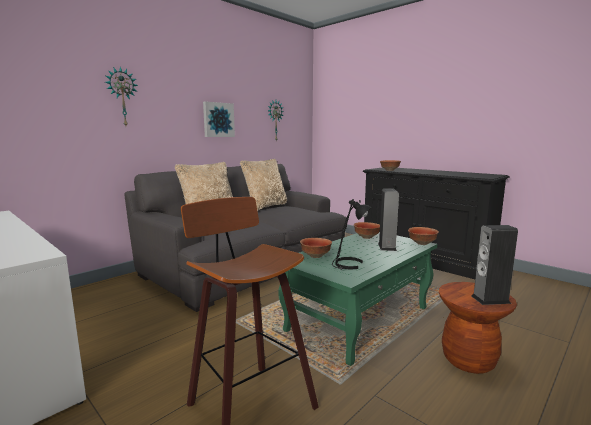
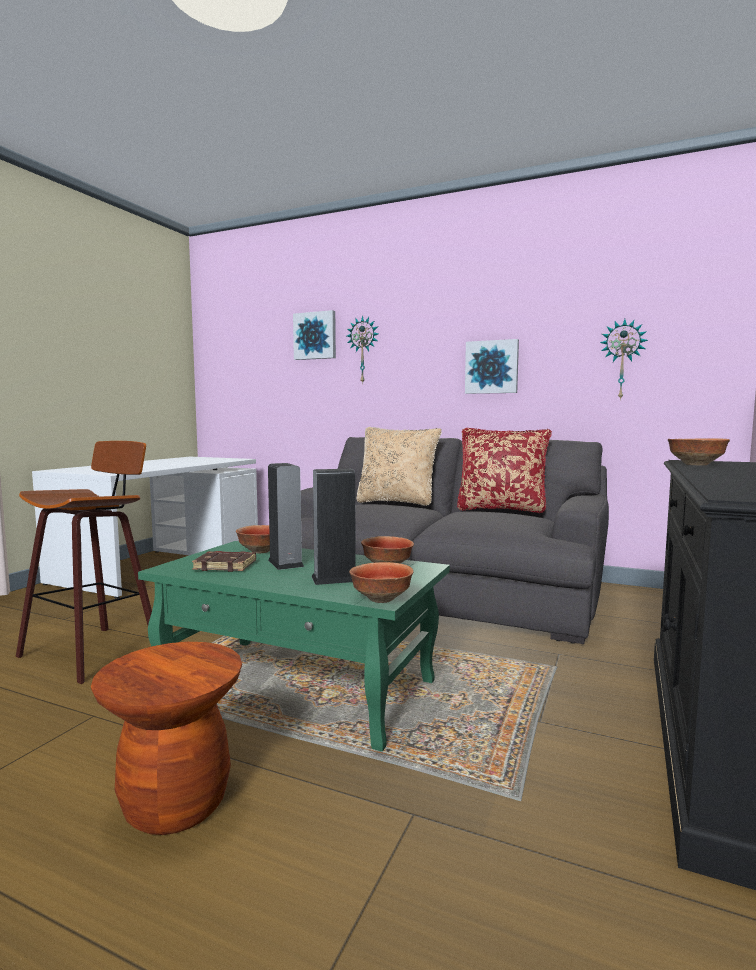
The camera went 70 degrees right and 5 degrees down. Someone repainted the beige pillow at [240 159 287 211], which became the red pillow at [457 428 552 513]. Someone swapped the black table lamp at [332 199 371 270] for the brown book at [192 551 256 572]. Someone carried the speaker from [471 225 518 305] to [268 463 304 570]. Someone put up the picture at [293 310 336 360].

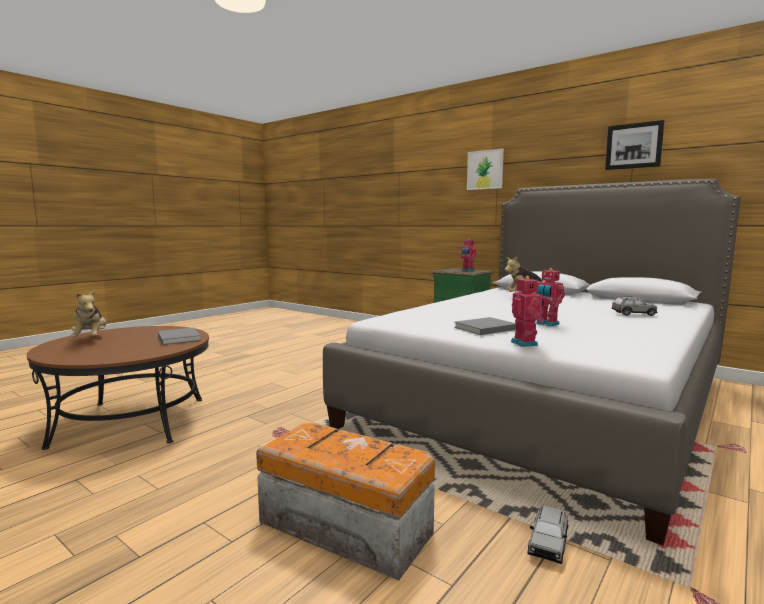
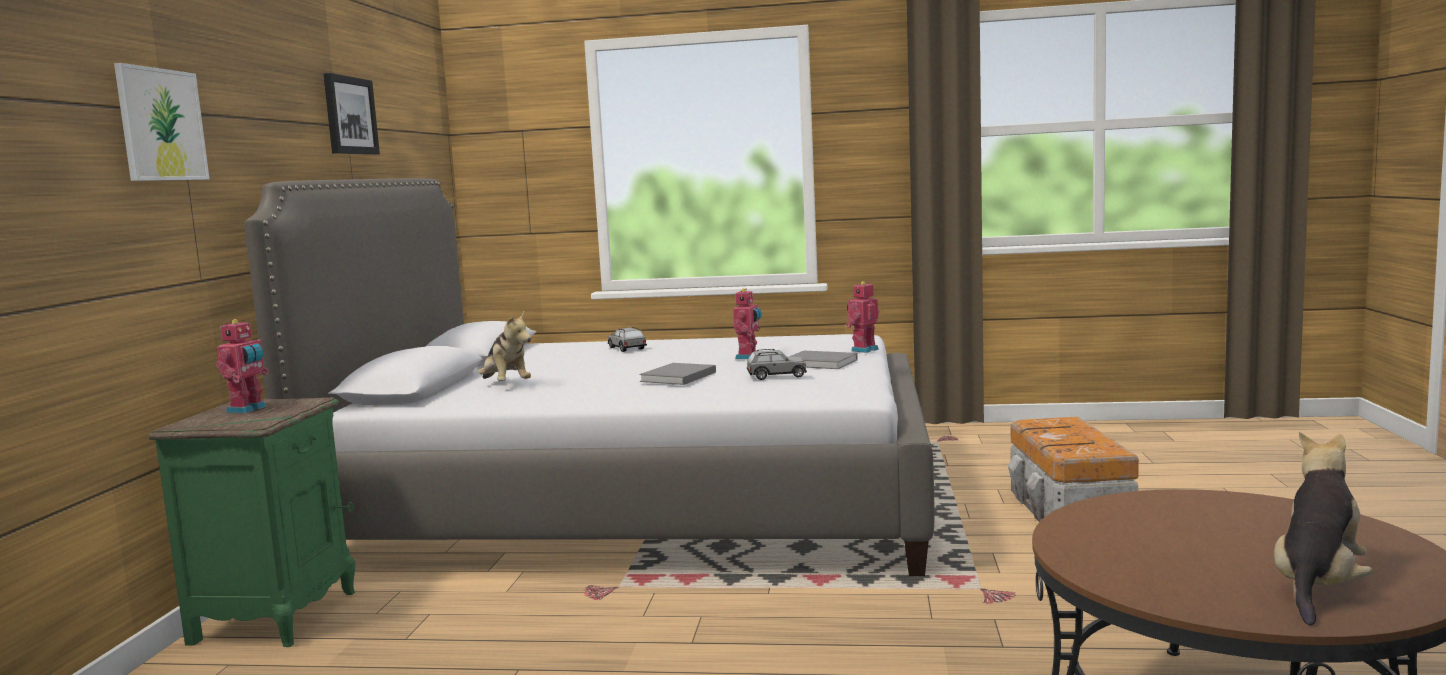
The camera went 120 degrees left and 0 degrees up. Someone carried the grey book from [158 328 201 345] to [639 363 716 385]. Someone carried the grey toy car from [527 506 568 564] to [747 349 807 380].

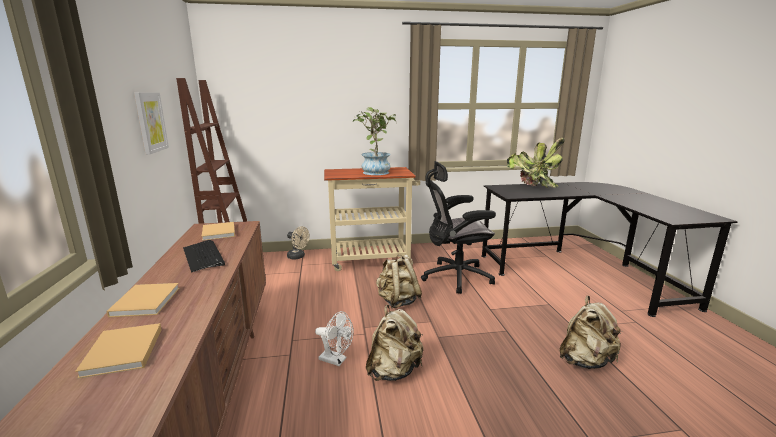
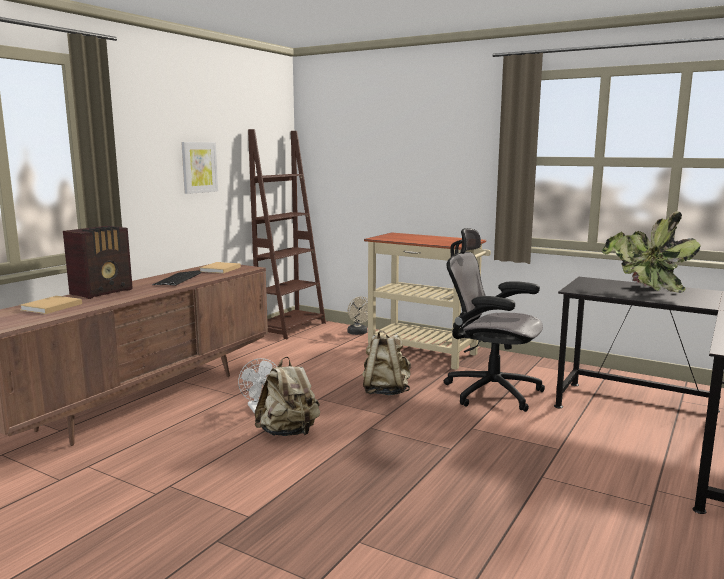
The camera went 40 degrees right and 5 degrees down. Someone took away the potted plant at [353 107 396 175]. Someone swapped the beige book at [106 283 180 317] for the radio at [63 226 133 299]. Someone took away the beige backpack at [559 295 623 369].

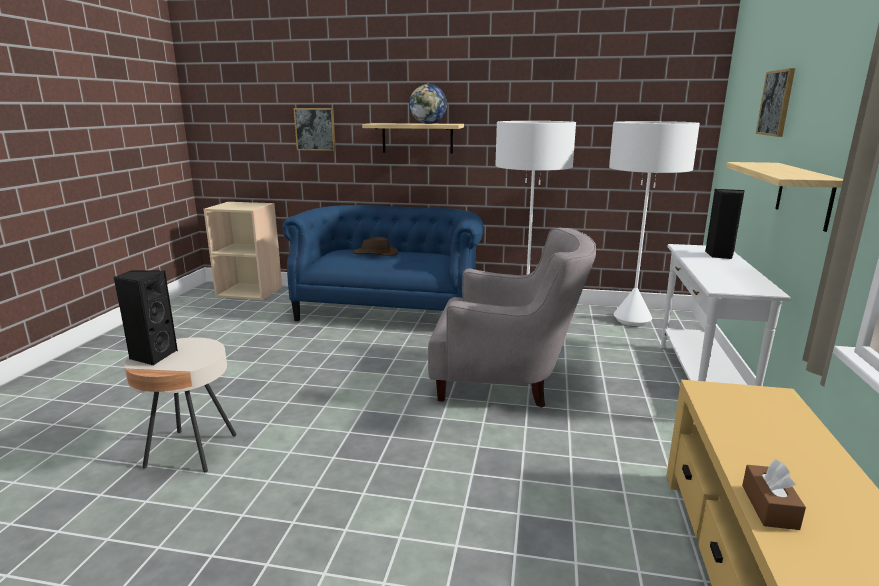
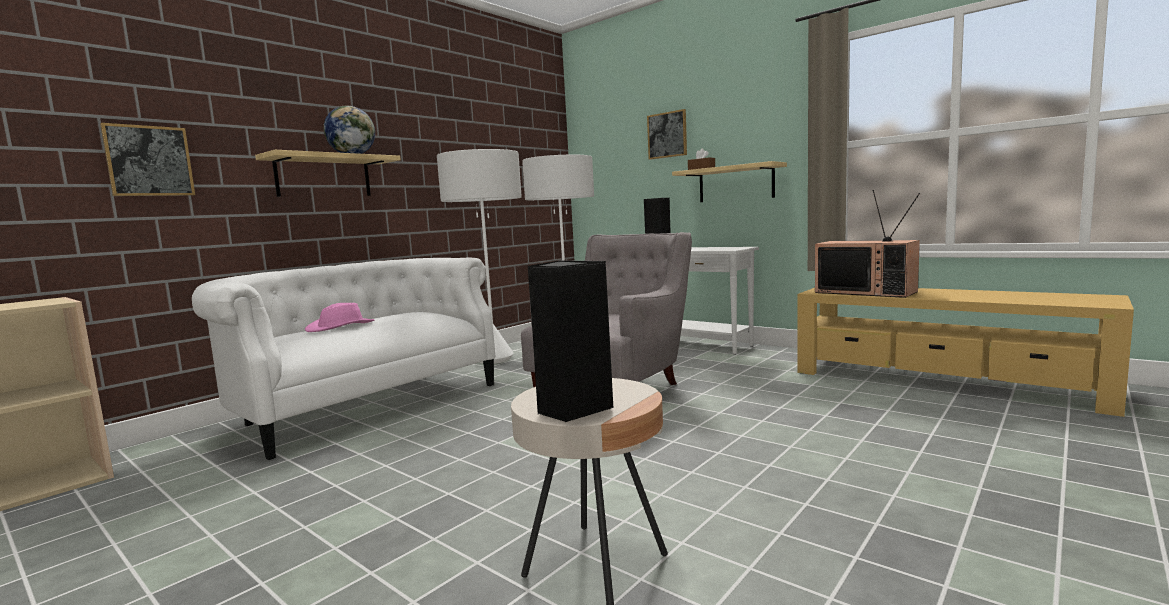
The camera went 60 degrees left and 10 degrees down. Someone repainted the blue sofa at [282 205 484 321], which became the white sofa at [192 258 495 460]. Someone repainted the brown hat at [352 237 398 256], which became the pink hat at [305 303 374 332]. Someone carried the brown tissue box from [742 459 806 530] to [688 149 715 170]. Someone put down the television at [815 190 920 298].

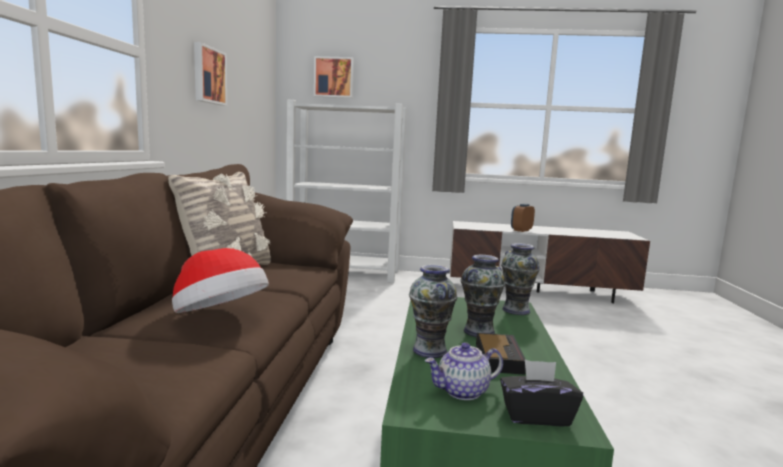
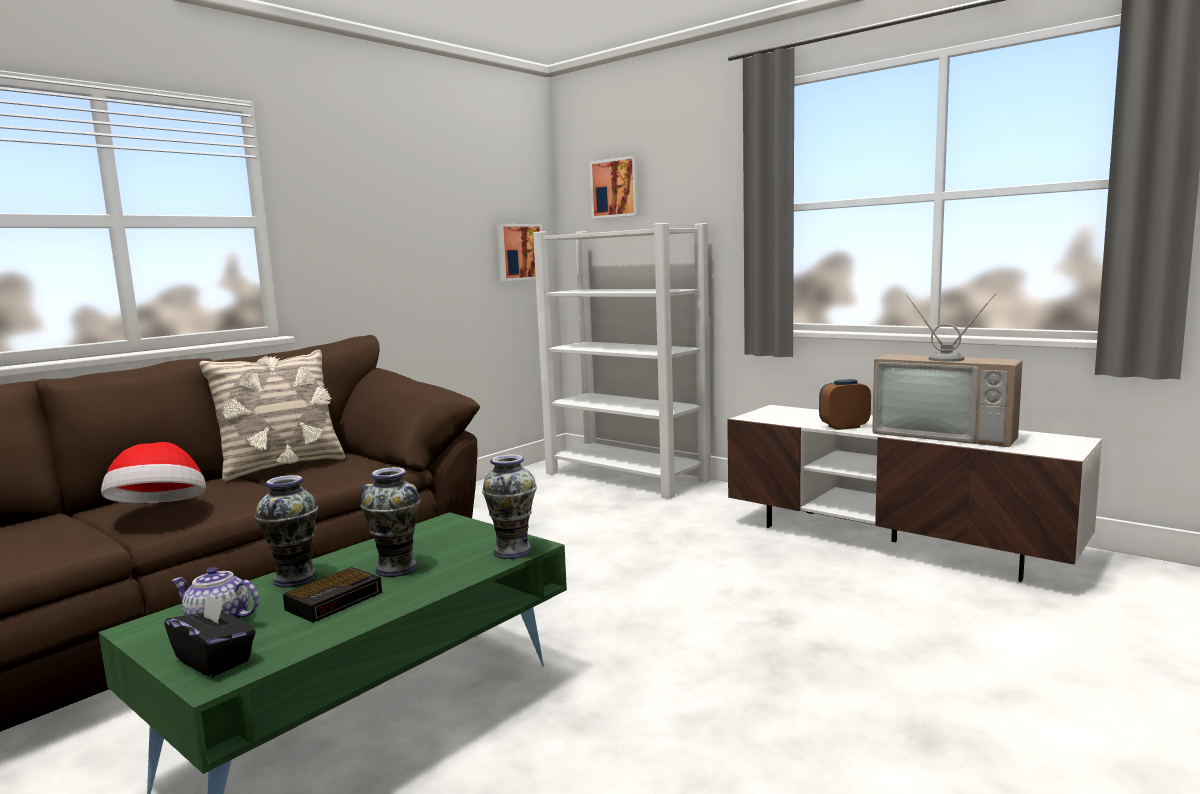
The camera went 35 degrees right and 0 degrees up. Someone carried the picture from [194 42 227 106] to [497 224 542 281]. Someone put down the television at [872 293 1023 447].

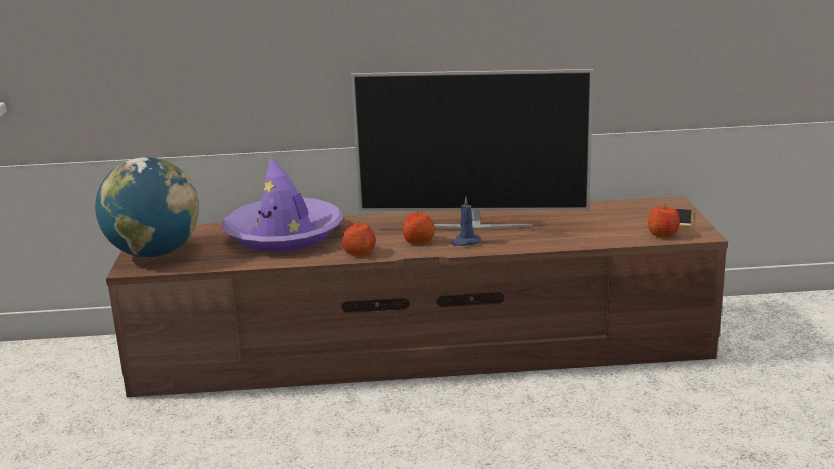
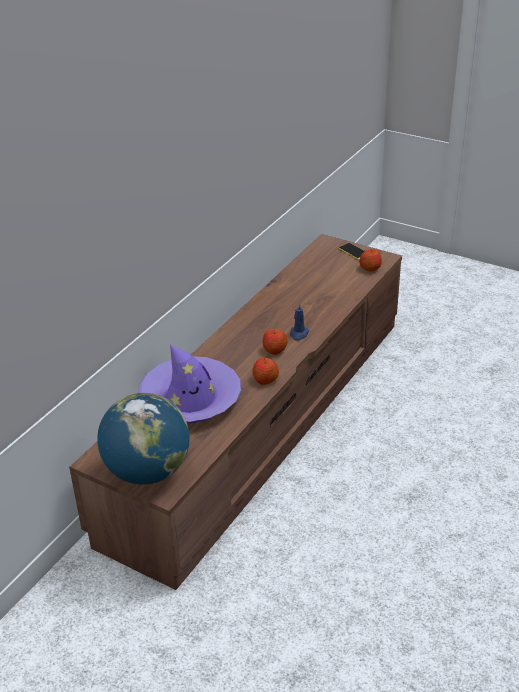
The camera went 55 degrees left and 15 degrees up. Someone took away the television at [351 69 593 230].

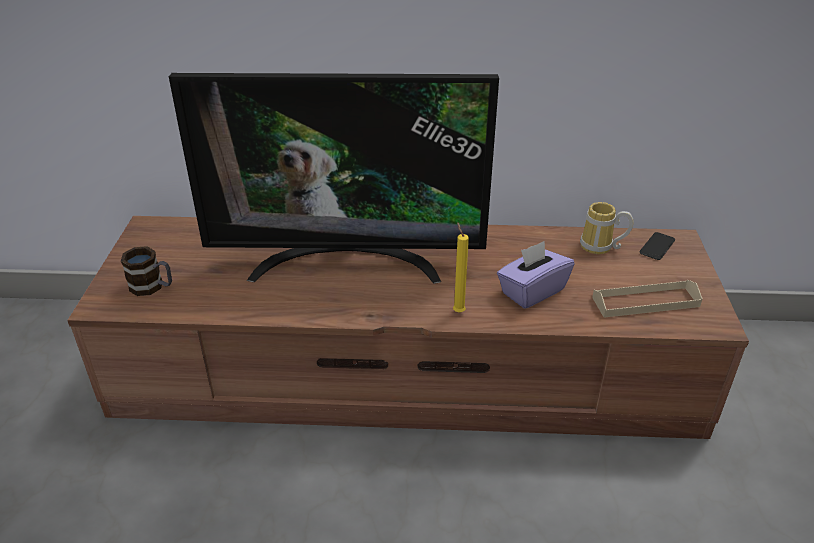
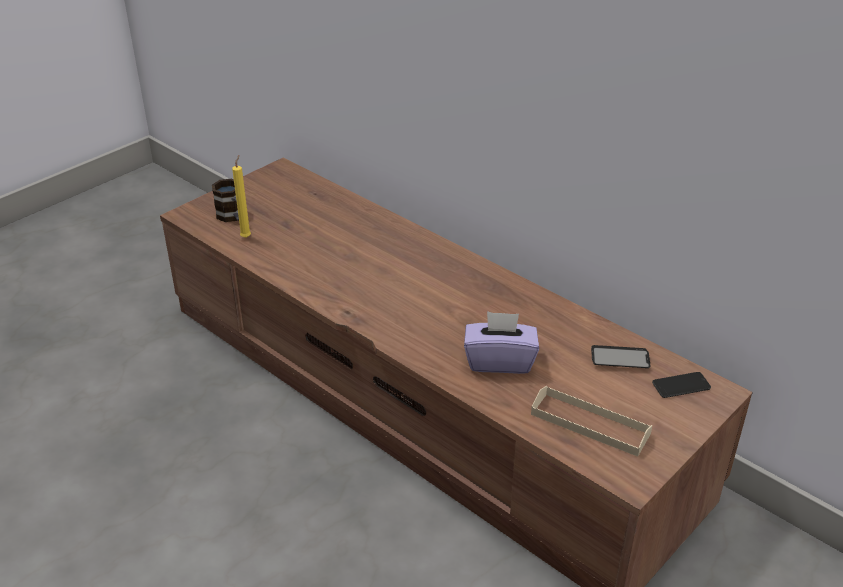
The camera went 40 degrees right and 0 degrees up. Someone took away the television at [169 73 499 284]. Someone swapped the mug at [580 202 633 254] for the phone at [591 345 651 368]. Someone carried the yellow candle from [453 222 469 313] to [232 155 251 238].

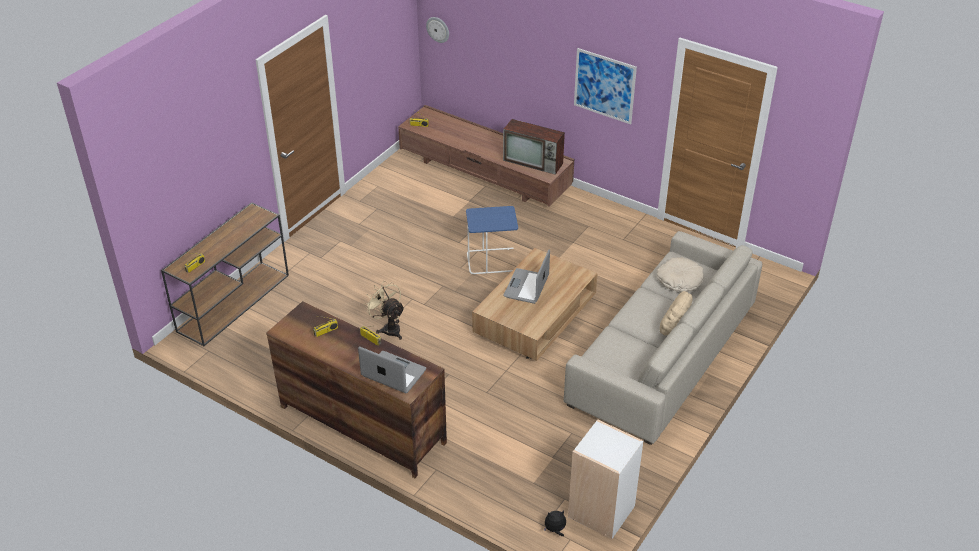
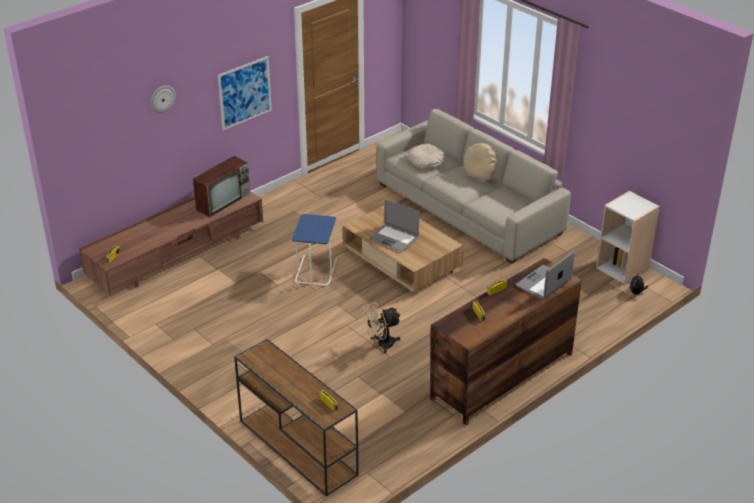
The camera went 75 degrees left and 5 degrees down. Someone carried the wall clock from [426 17 449 43] to [151 85 176 113].

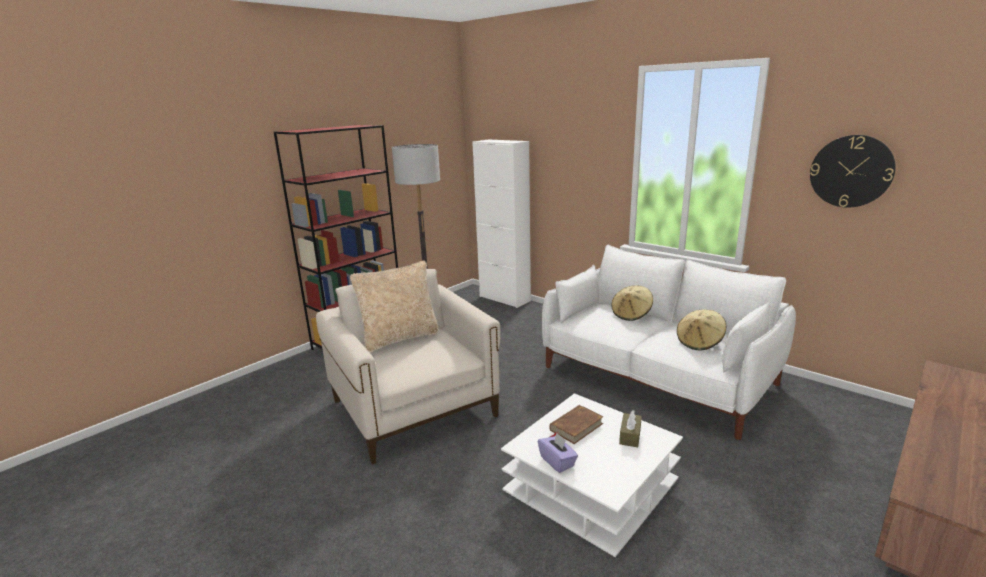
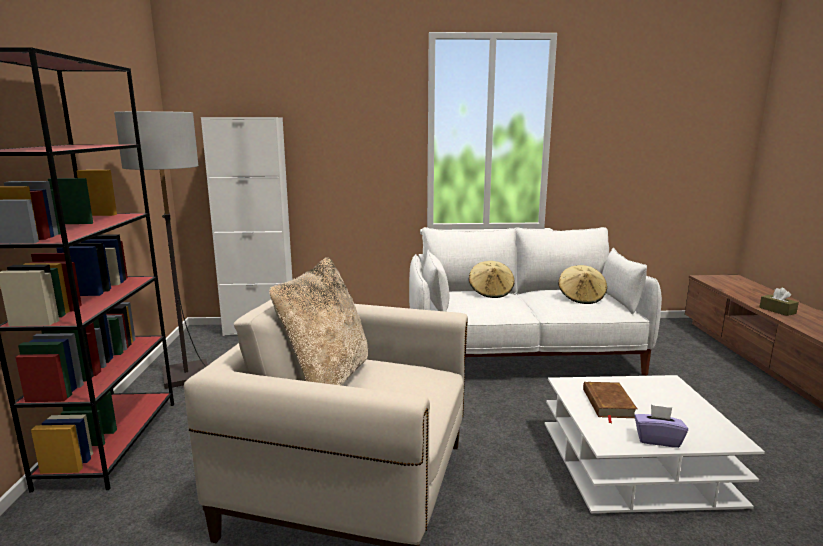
The camera went 45 degrees left and 5 degrees down. Someone took away the wall clock at [810 135 896 207]. Someone carried the brown tissue box from [619 410 642 447] to [759 288 799 316].

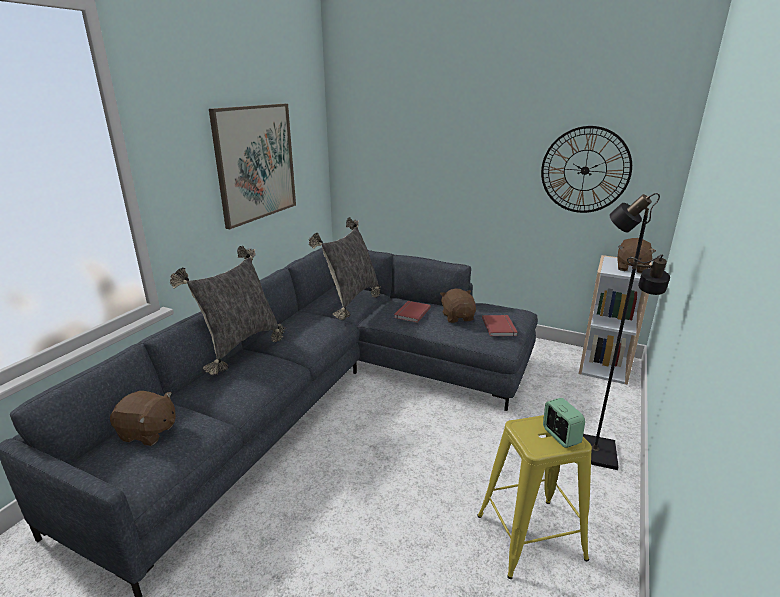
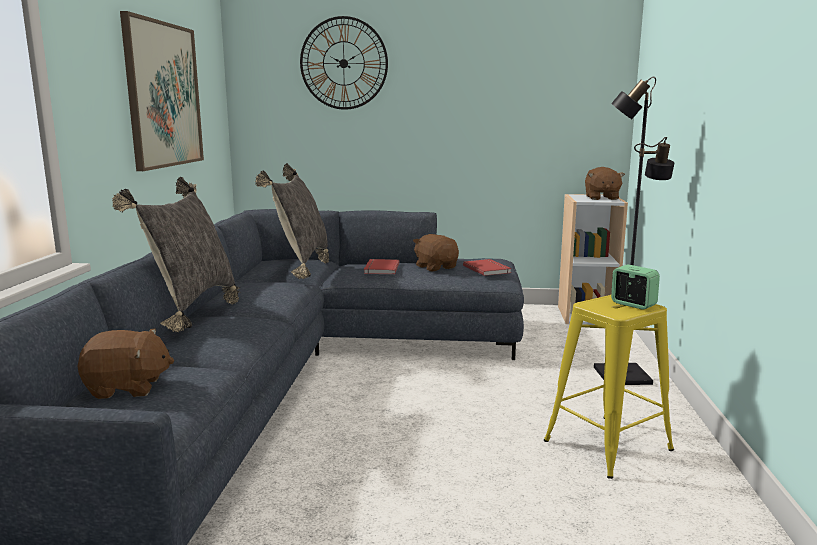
The camera went 20 degrees left and 10 degrees down. Someone carried the wall clock from [541 126 632 213] to [300 16 388 110].

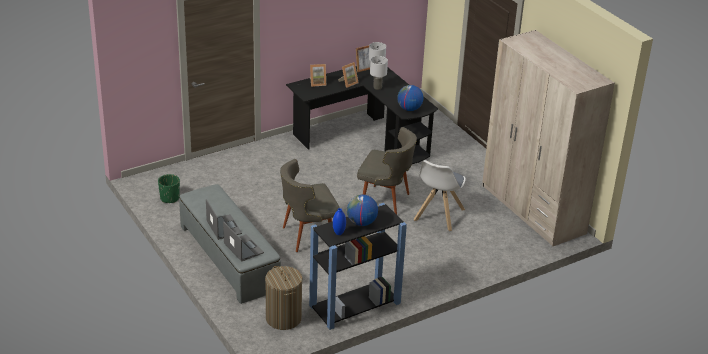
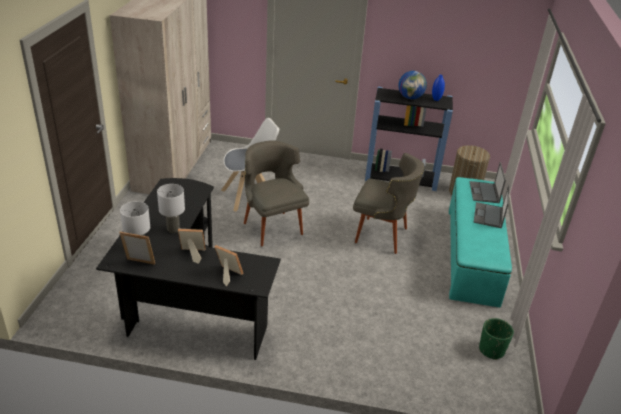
The camera went 140 degrees left and 0 degrees up. Someone took away the globe at [397 85 423 111]. Someone repainted the grey bench at [179 184 281 304], which became the turquoise bench at [449 177 512 307].

